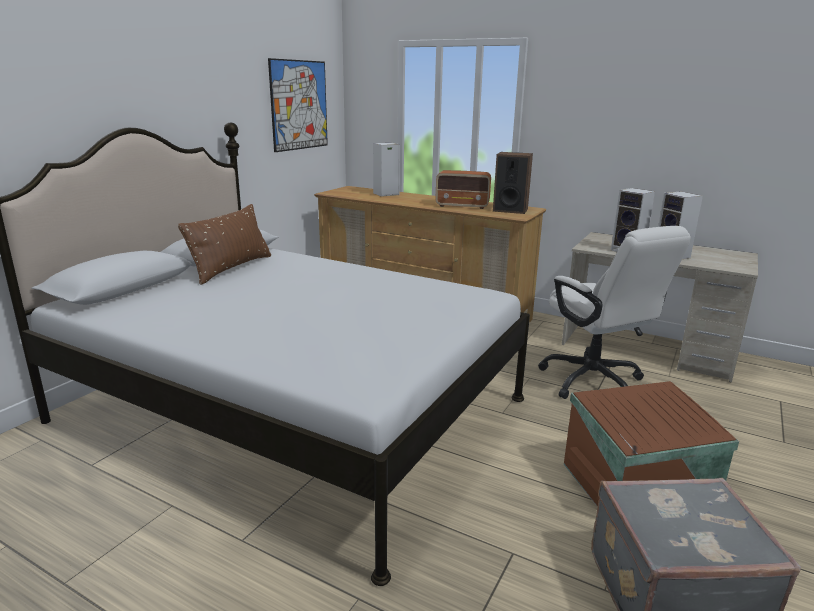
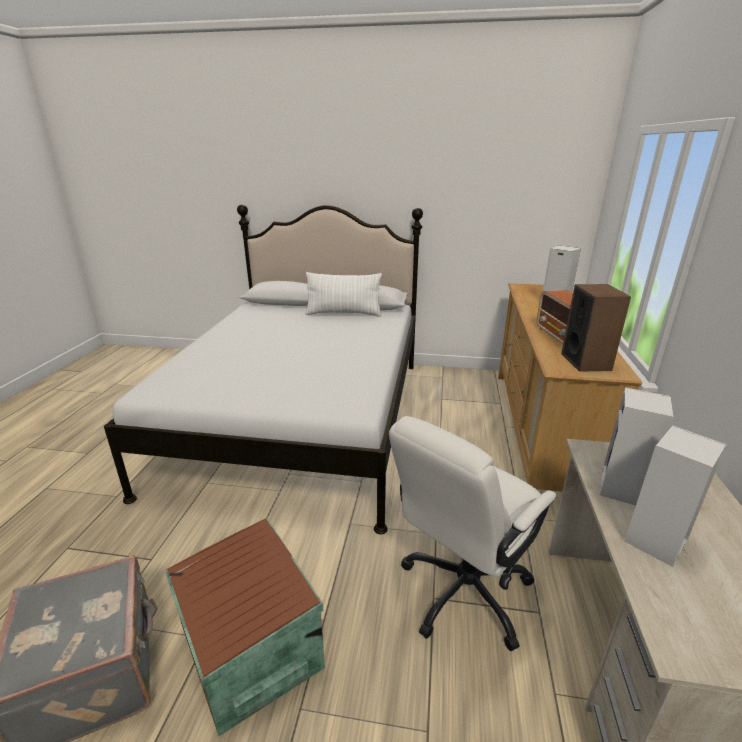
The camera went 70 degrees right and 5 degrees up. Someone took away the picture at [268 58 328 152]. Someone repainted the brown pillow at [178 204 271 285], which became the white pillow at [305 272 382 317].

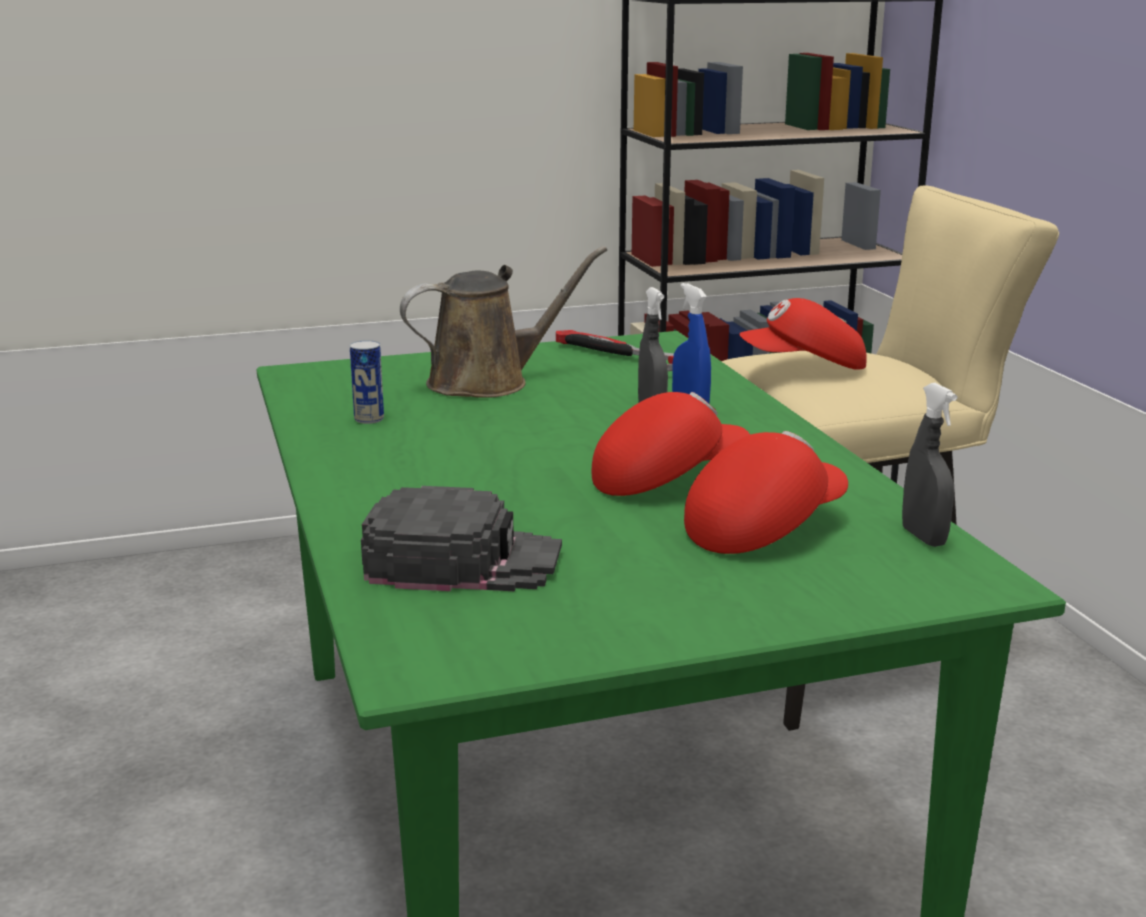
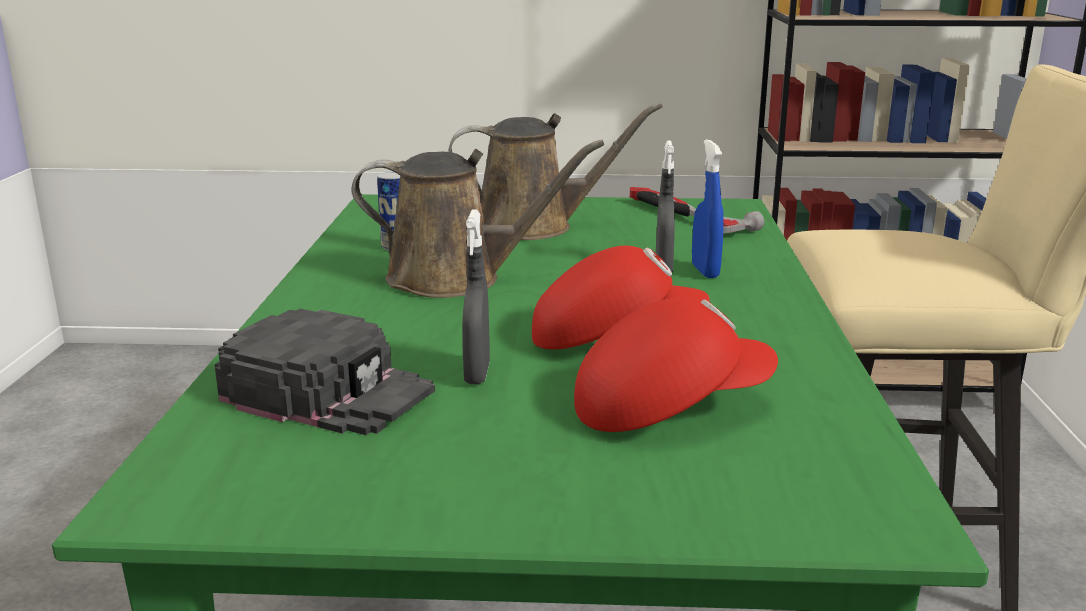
The camera went 20 degrees right and 0 degrees up. Someone took away the red cap at [739 298 867 370]. Someone carried the grey spray bottle from [902 383 957 547] to [462 209 490 384]. Someone put down the brown watering can at [351 140 604 298].

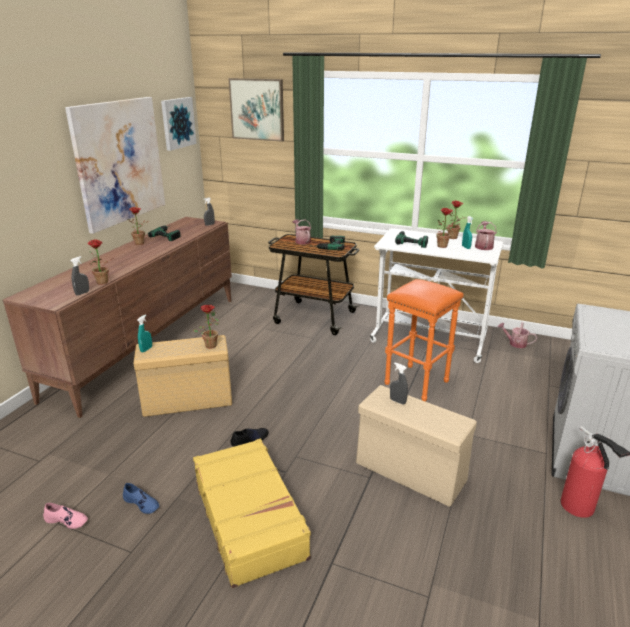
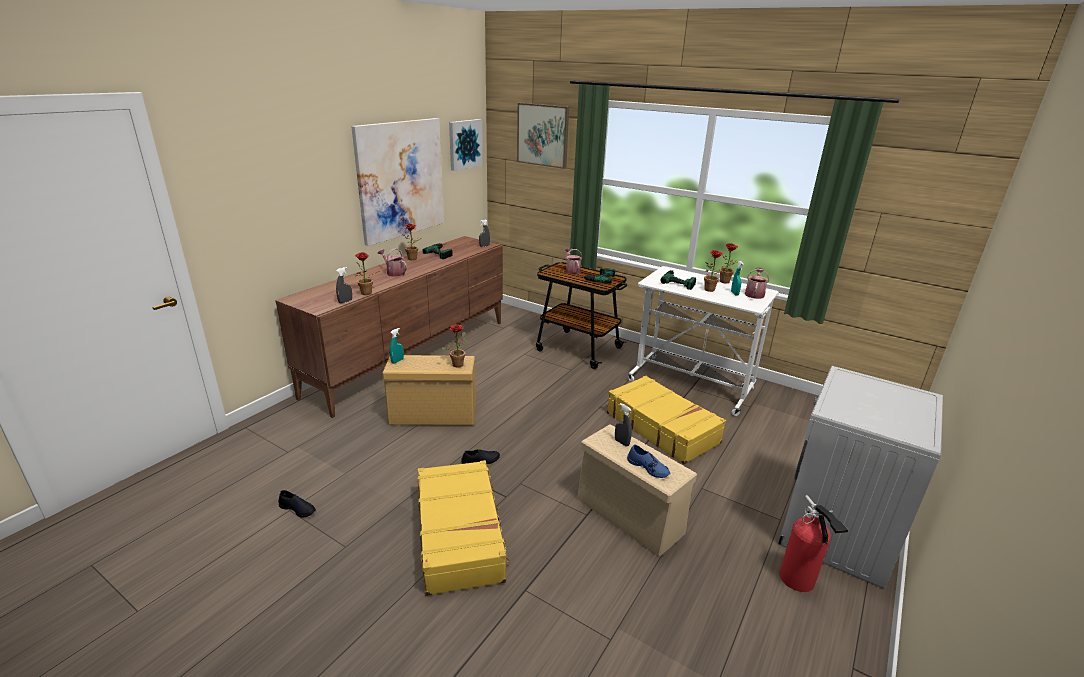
The camera went 10 degrees right and 0 degrees up. Someone swapped the orange stool at [385 279 464 401] for the yellow suitcase at [607 376 726 464]. Someone carried the watering can from [498 322 537 348] to [378 248 407 277]. Someone carried the blue shoe from [123 483 159 514] to [627 444 670 478]. Someone repainted the pink shoe at [43 503 88 529], which became the black shoe at [278 490 316 517].

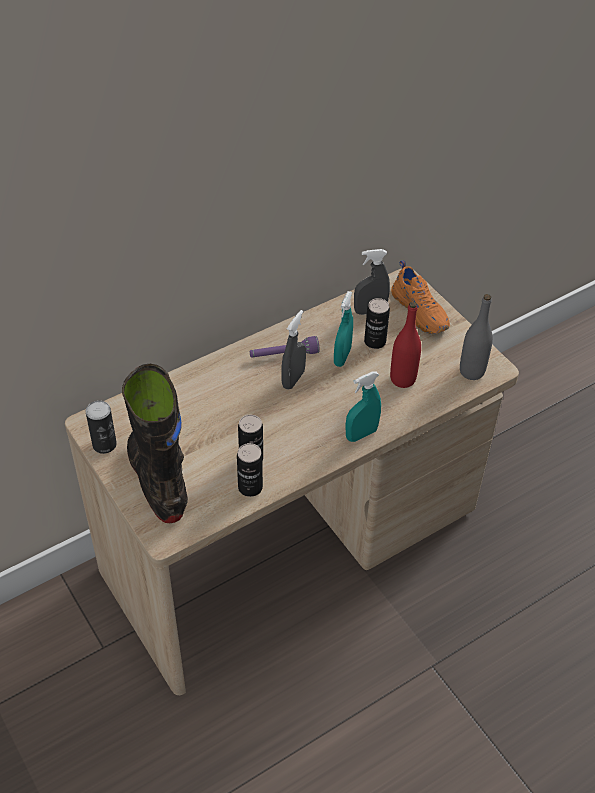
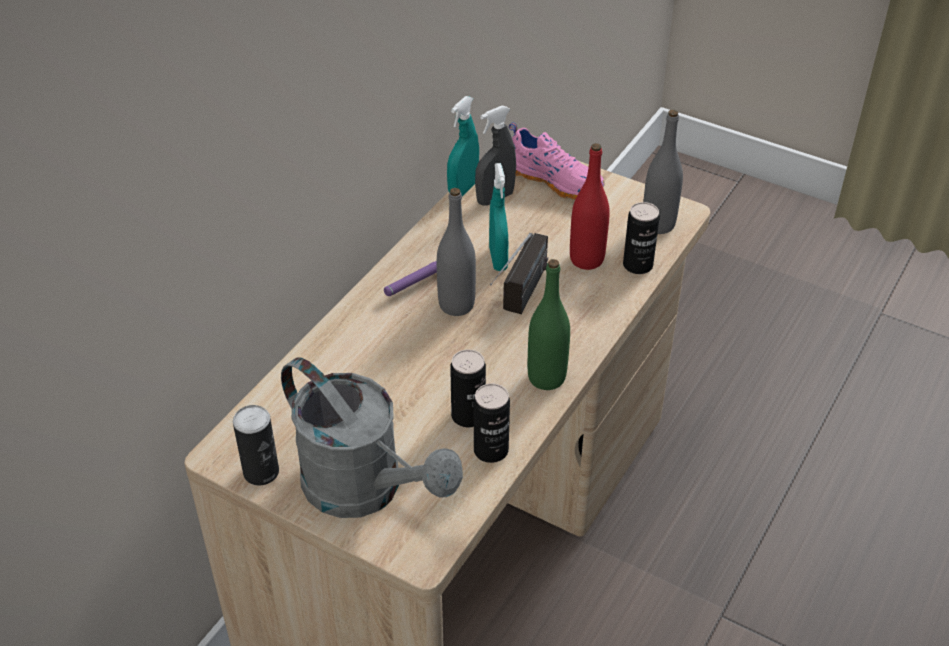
The camera went 25 degrees left and 5 degrees down. Someone repainted the orange shoe at [391 260 450 334], which became the pink shoe at [509 122 605 200]. Someone carried the can from [364 298 390 349] to [623 202 660 274]. Someone swapped the grey spray bottle at [282 310 306 390] for the grey bottle at [437 188 476 316]. Someone swapped the black boot at [122 364 188 523] for the grey watering can at [281 358 463 518]. Someone carried the turquoise spray bottle from [345 371 381 442] to [447 96 479 196]. Someone put down the radio at [490 233 548 314]. Someone put down the green bottle at [528 259 570 390].

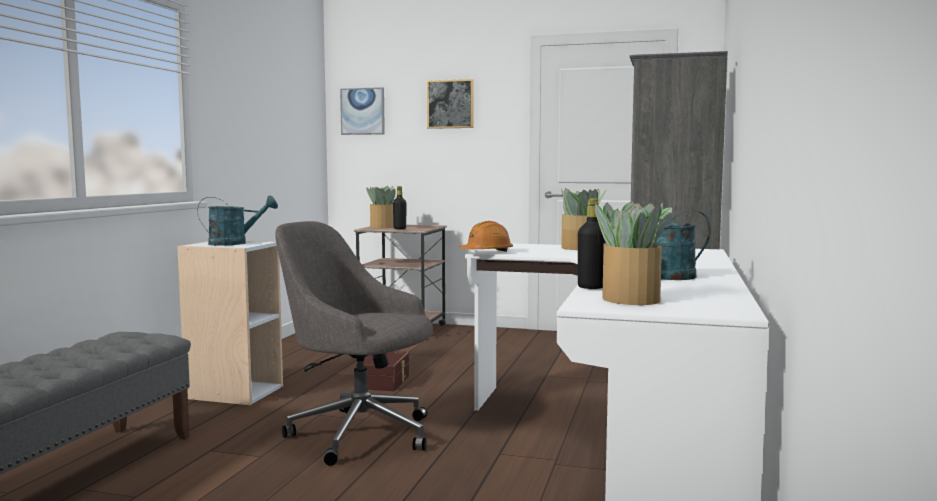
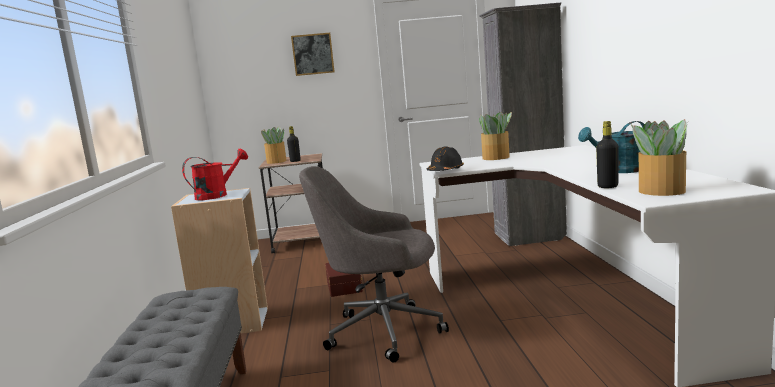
The camera went 20 degrees left and 5 degrees up. Someone took away the picture at [340 87 385 135]. Someone repainted the turquoise watering can at [197 195 278 246], which became the red watering can at [182 149 248 200]. Someone repainted the orange hard hat at [459 221 513 252], which became the black hard hat at [427 146 464 171].

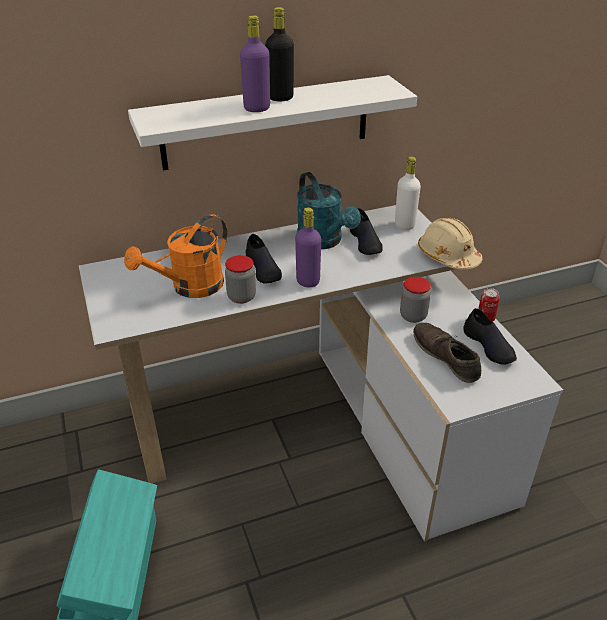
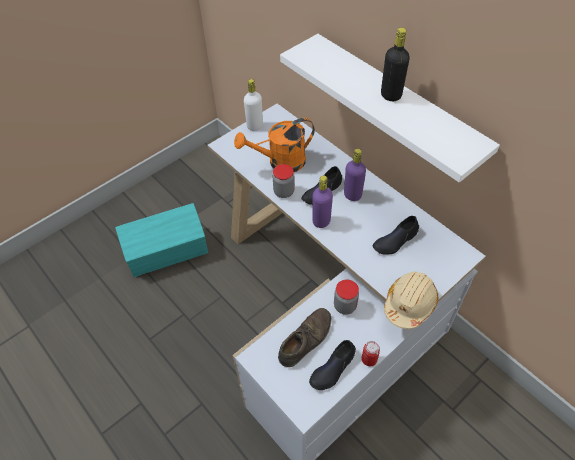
The camera went 70 degrees right and 15 degrees up. Someone carried the purple bottle from [240 15 270 112] to [344 149 366 201]. Someone carried the white bottle from [395 156 421 230] to [244 79 263 131]. Someone took away the turquoise watering can at [297 172 361 249]. Someone rotated the orange watering can at [124 214 227 298] by 45 degrees counterclockwise.

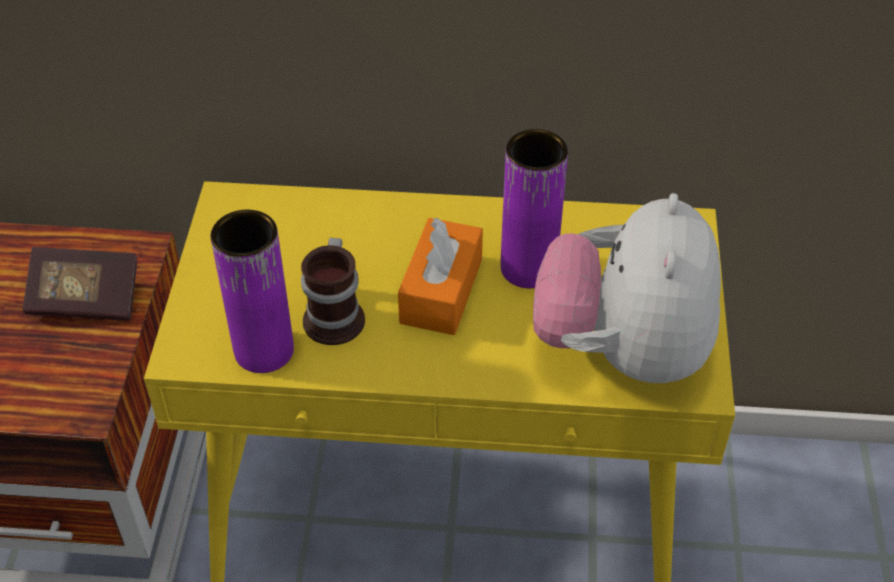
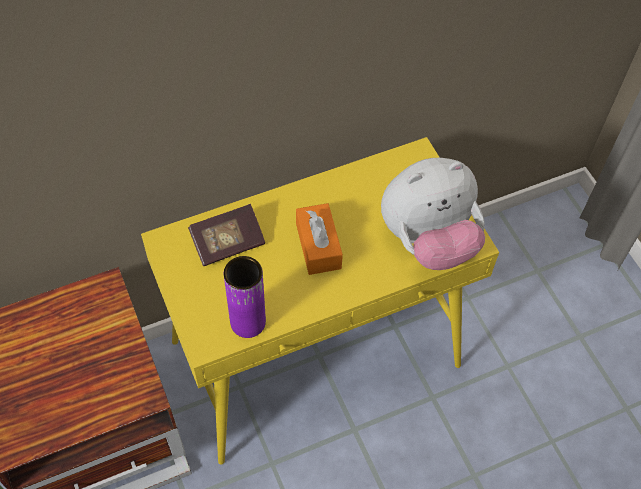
The camera went 30 degrees left and 10 degrees up. Someone took away the purple vase at [500 129 568 288]. Someone rotated the plush toy at [533 193 721 383] by 90 degrees counterclockwise. Someone took away the mug at [301 238 365 345]. Someone carried the book from [23 247 137 321] to [188 204 265 266].

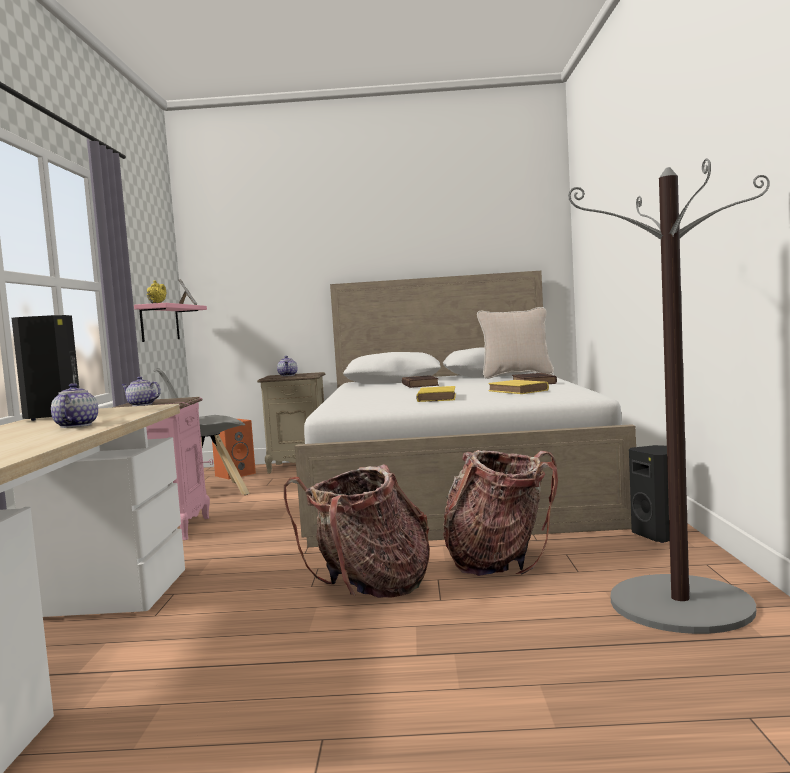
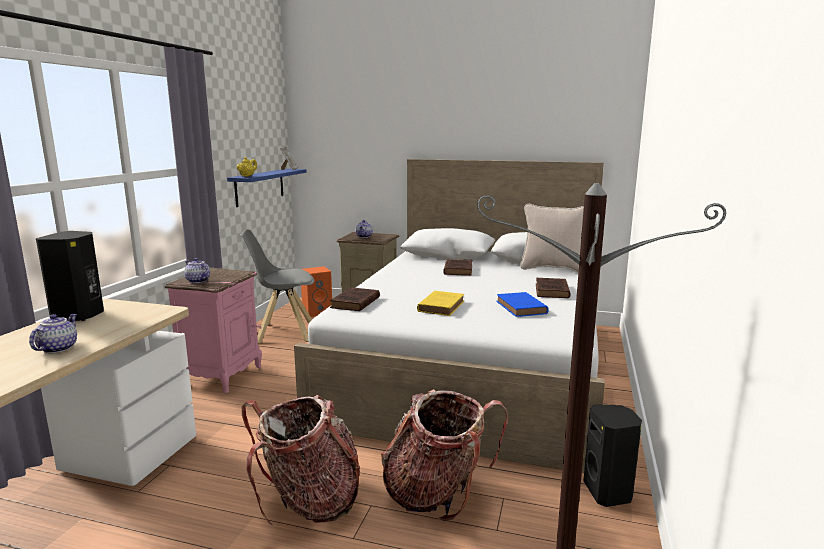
The camera went 15 degrees right and 10 degrees up. Someone repainted the pink shelf at [134 303 207 342], which became the blue shelf at [227 169 307 207]. Someone repainted the yellow book at [488 380 549 394], which became the blue book at [496 292 549 317]. Someone put down the brown book at [330 287 380 311].

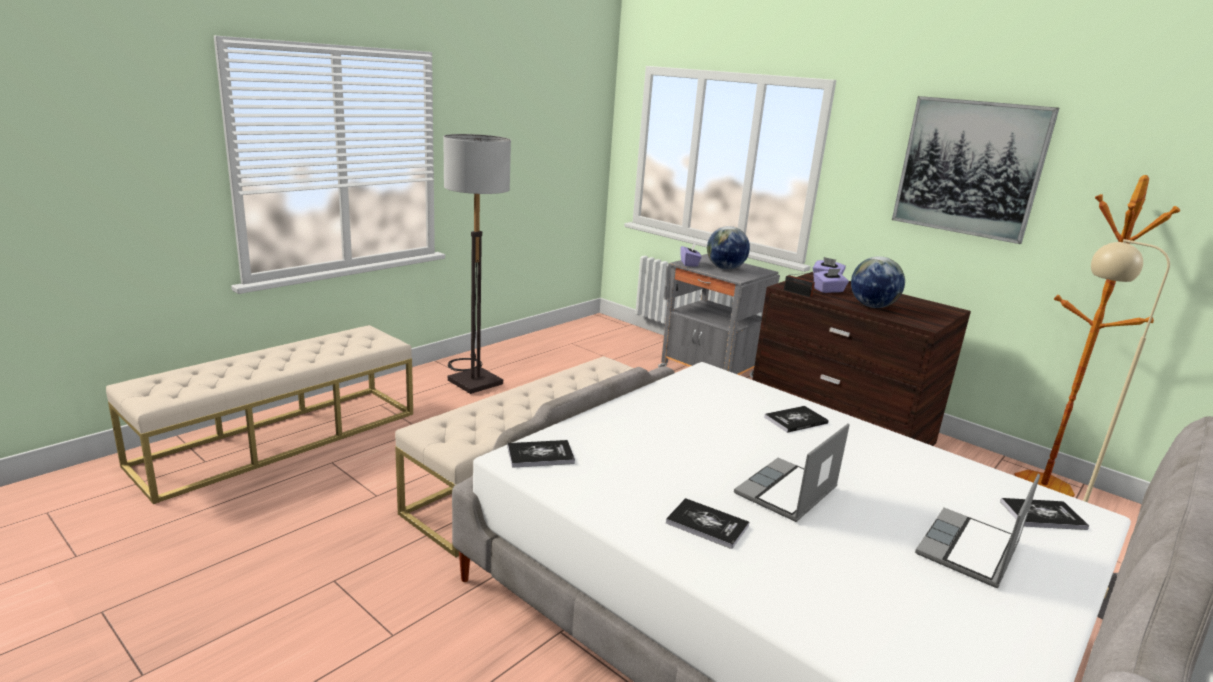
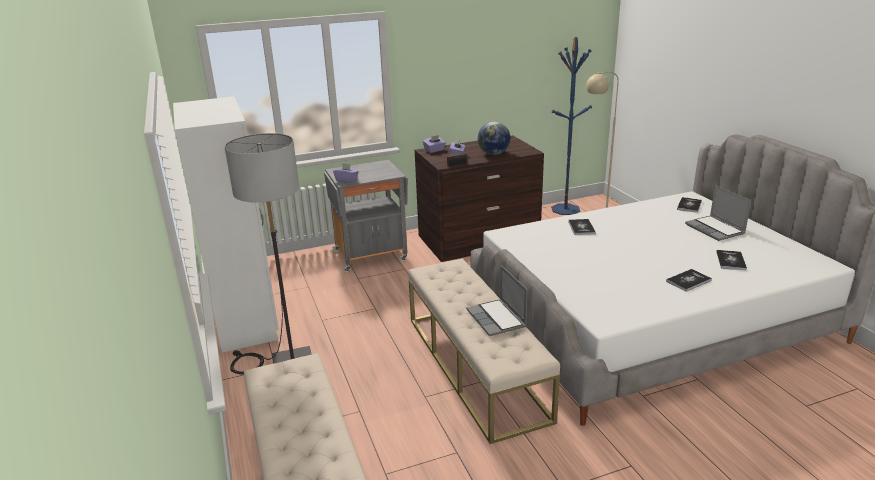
The camera went 60 degrees left and 5 degrees up. Someone took away the picture at [892 96 1059 244]. Someone repainted the orange clothes rack at [1014 175 1180 497], which became the blue clothes rack at [551 37 592 215]. Someone took away the globe at [707 226 750 270]. Someone carried the laptop from [734 423 850 522] to [466 265 528 336]. Someone carried the book from [507 440 575 468] to [716 250 747 271]. Someone put down the white wardrobe at [173 96 279 353].

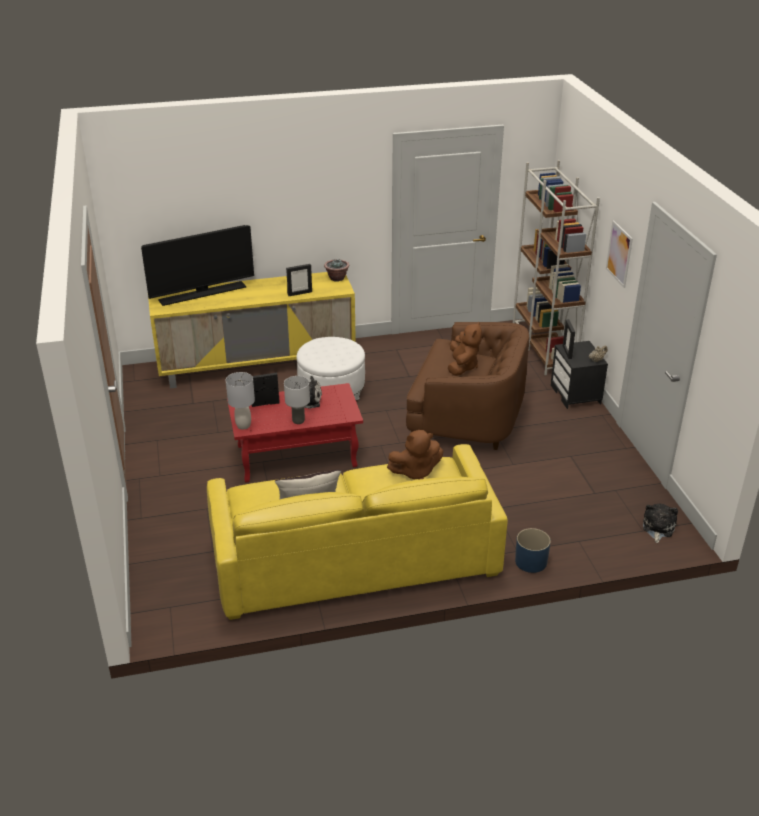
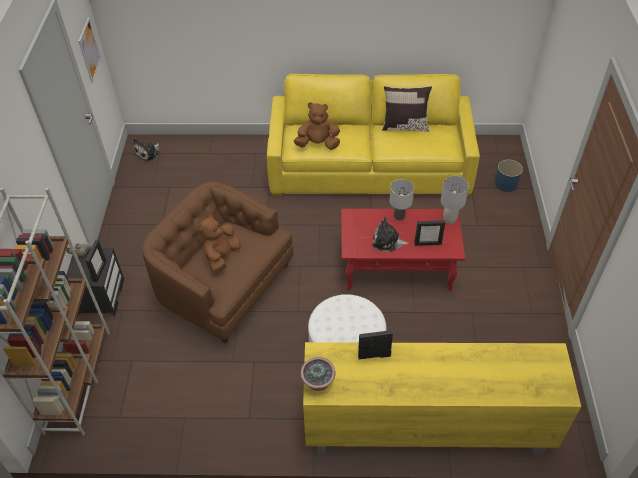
The camera went 165 degrees left and 15 degrees up. Someone carried the picture from [606 221 633 288] to [79 18 101 82]. Someone took away the television at [141 225 254 306]. Someone carried the blue planter from [515 528 551 573] to [495 159 523 192].

